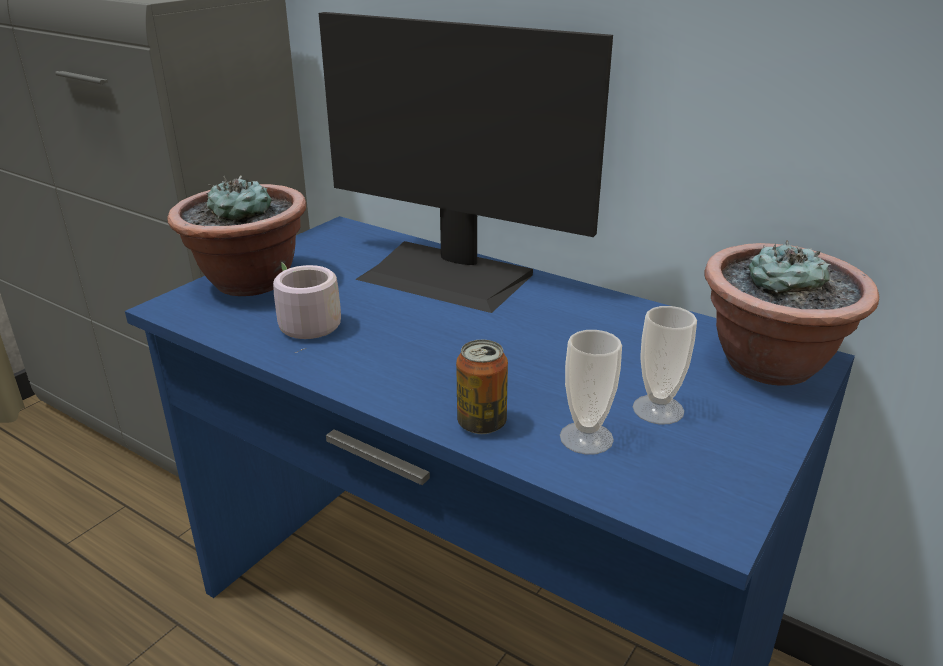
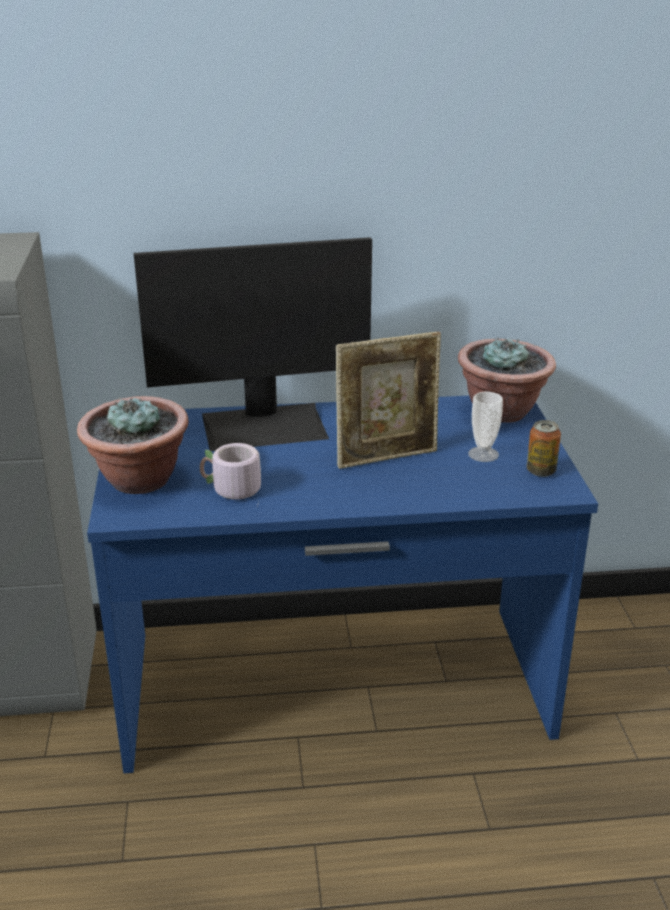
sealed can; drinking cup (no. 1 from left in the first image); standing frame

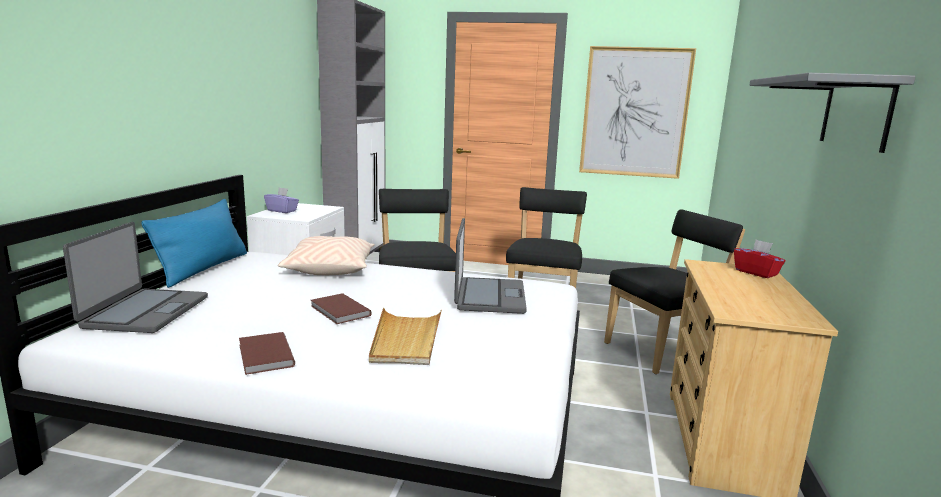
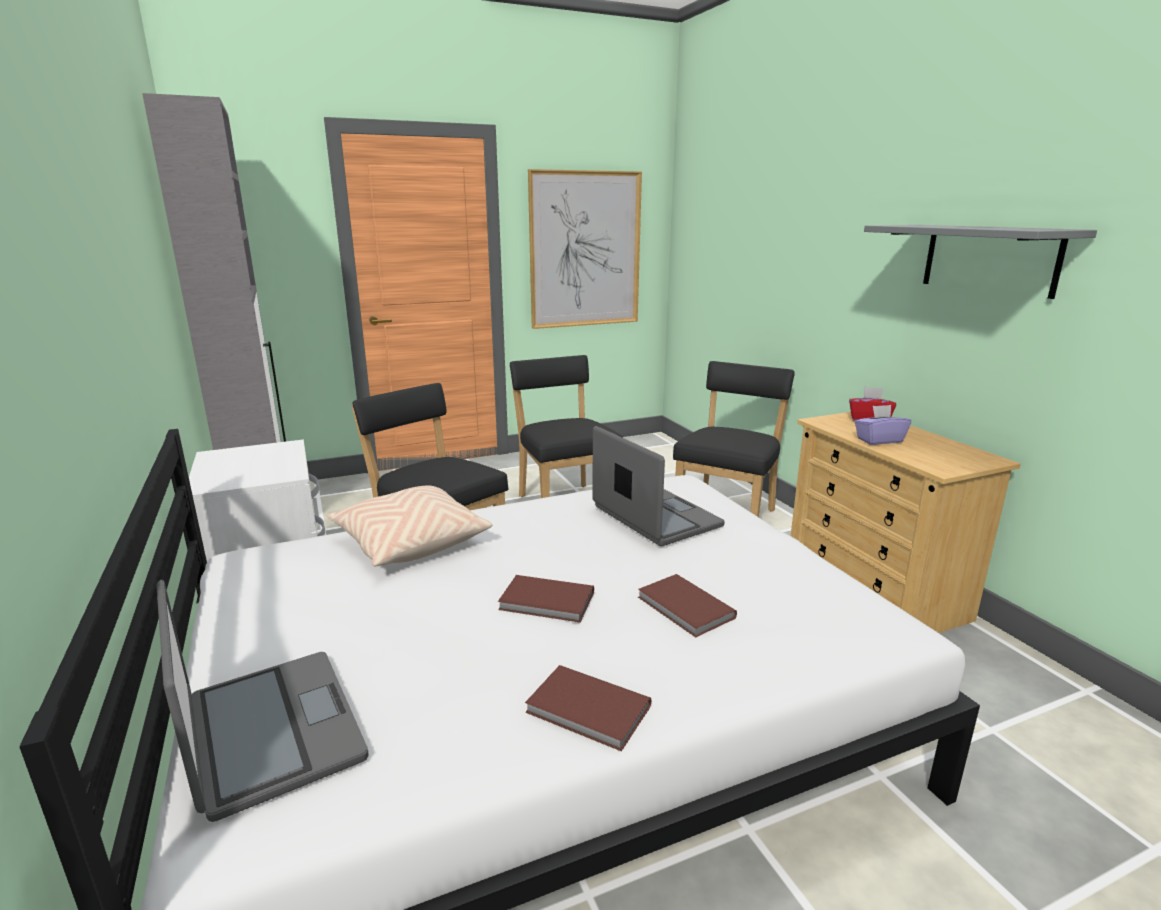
blue-coloured cushion; purple tissue holder; brownish volume (no. 3 from left)

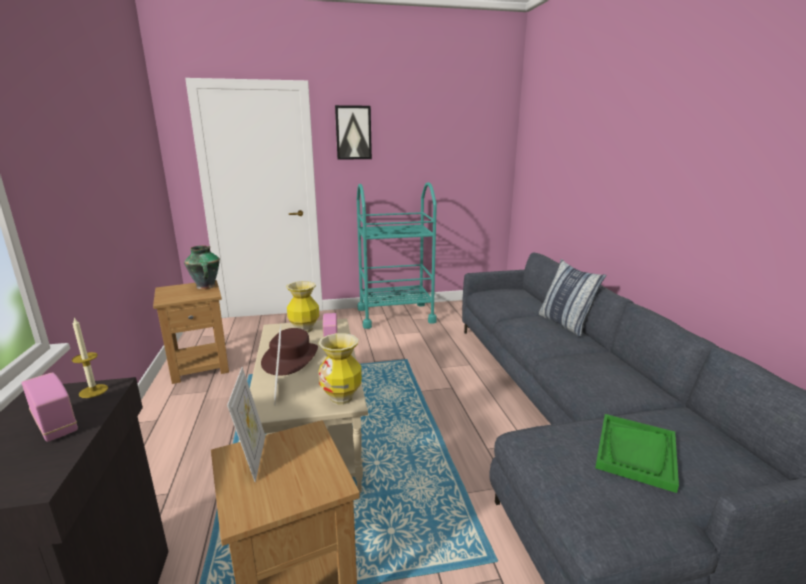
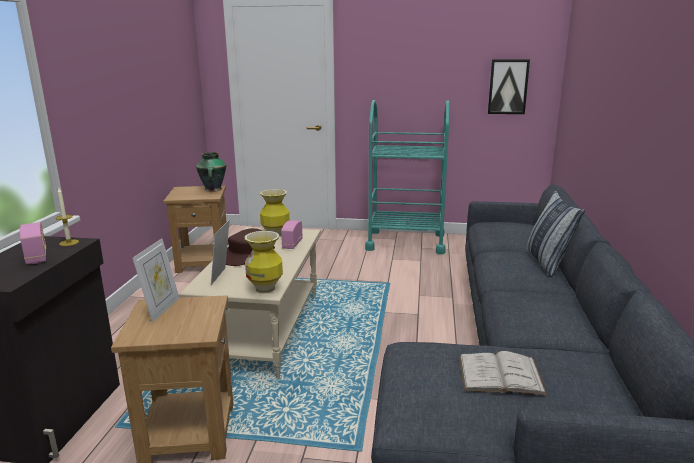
picture; white volume

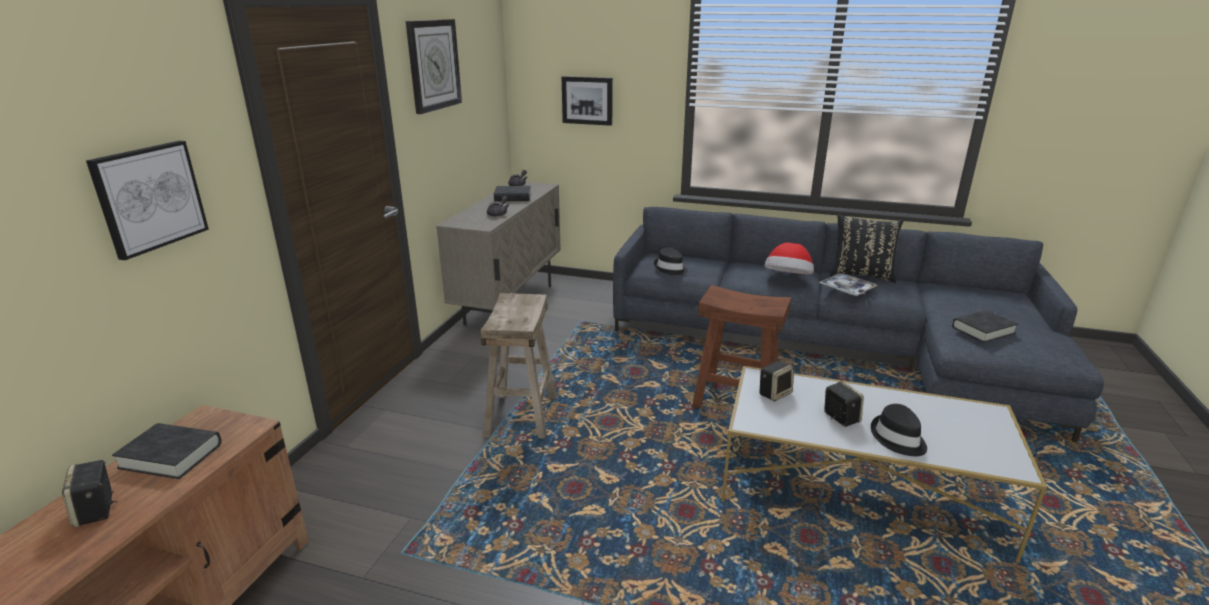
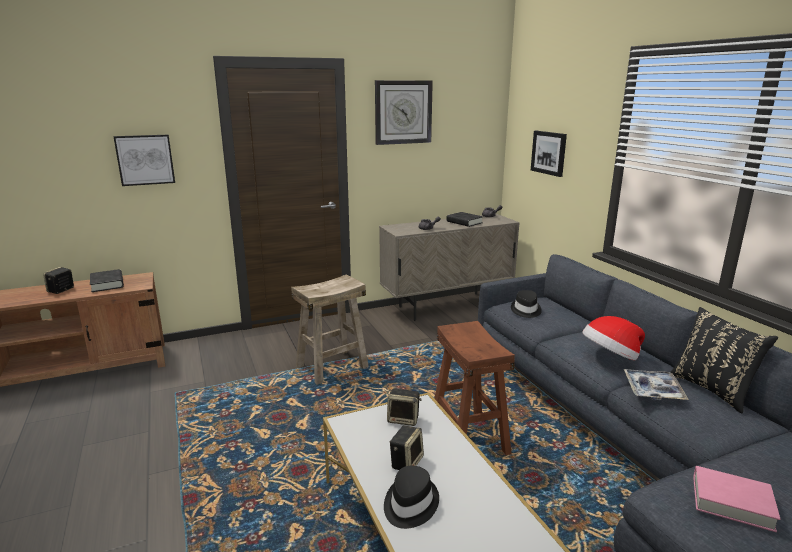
pink-coloured volume

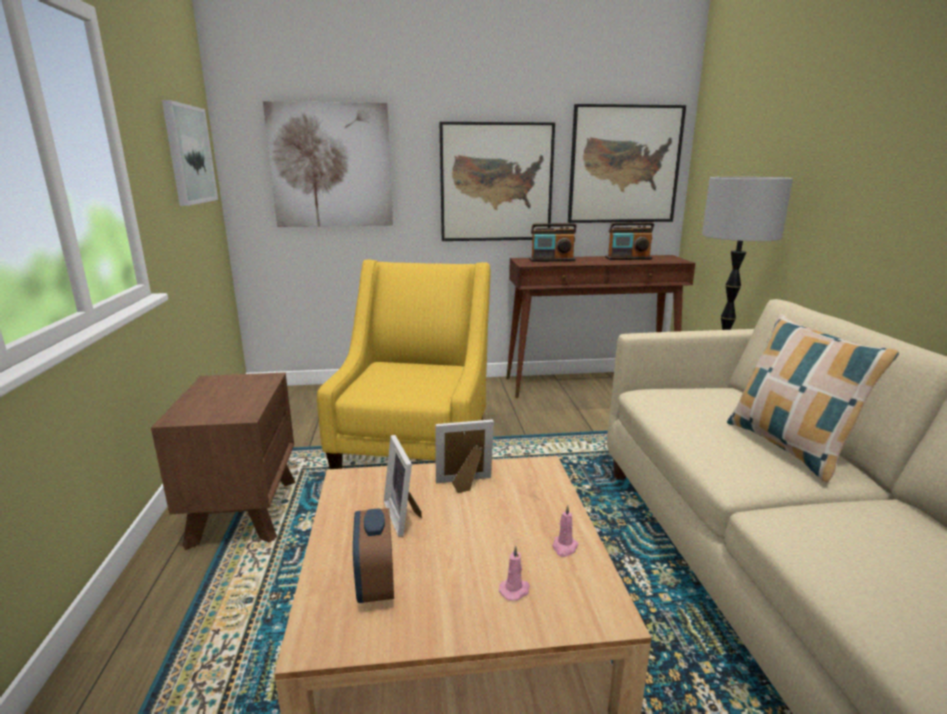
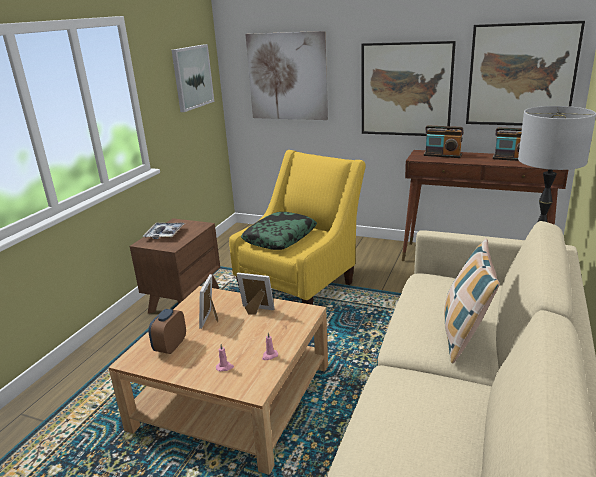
carrying tray; cushion (no. 1 from left)

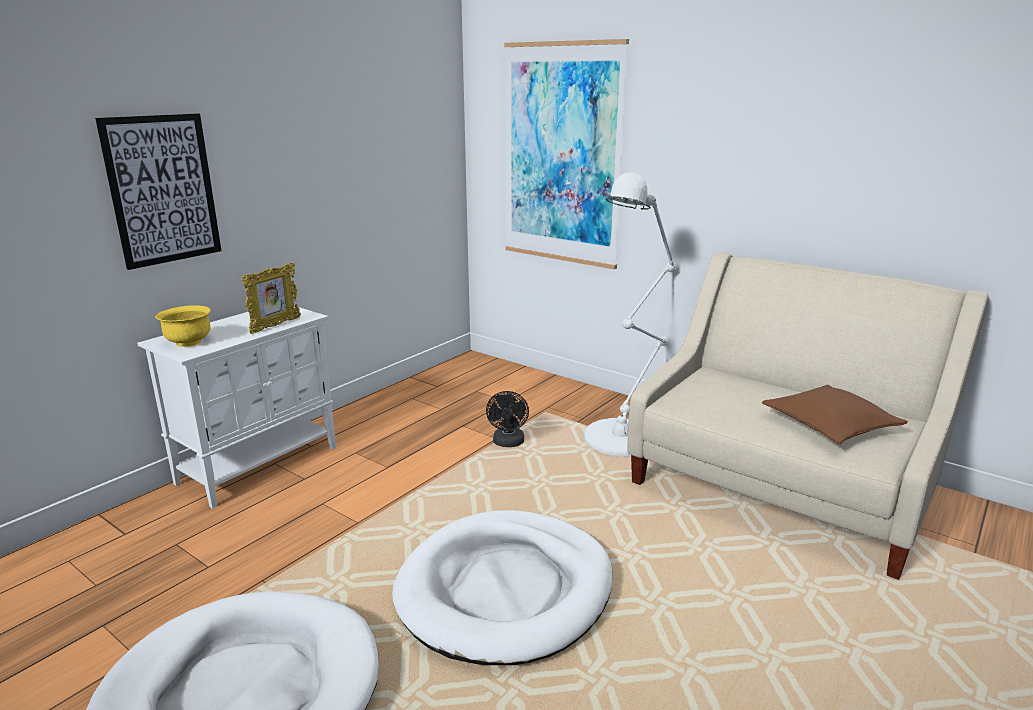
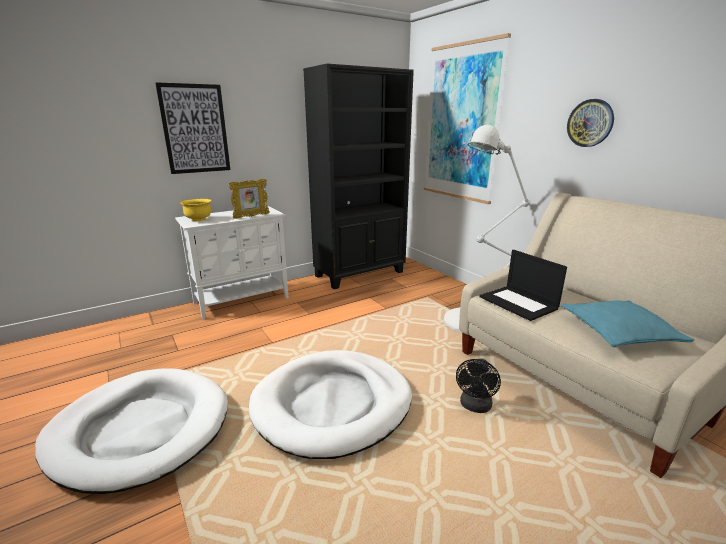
black-coloured fan; turquoise cushion; black-coloured bookshelf; notebook computer; hanging clock

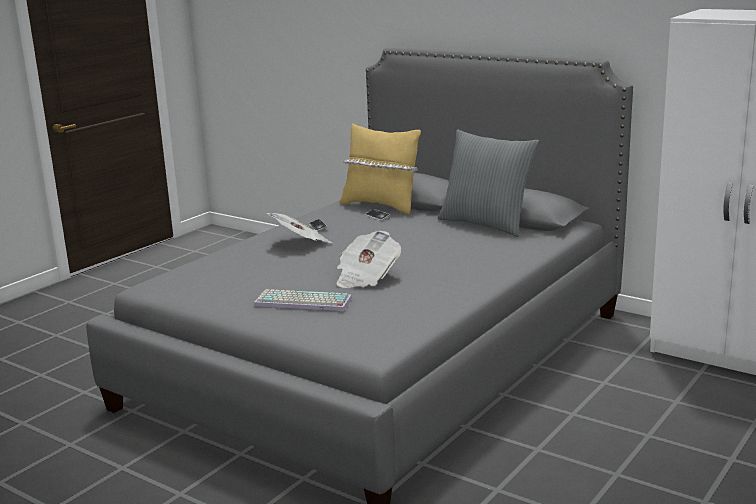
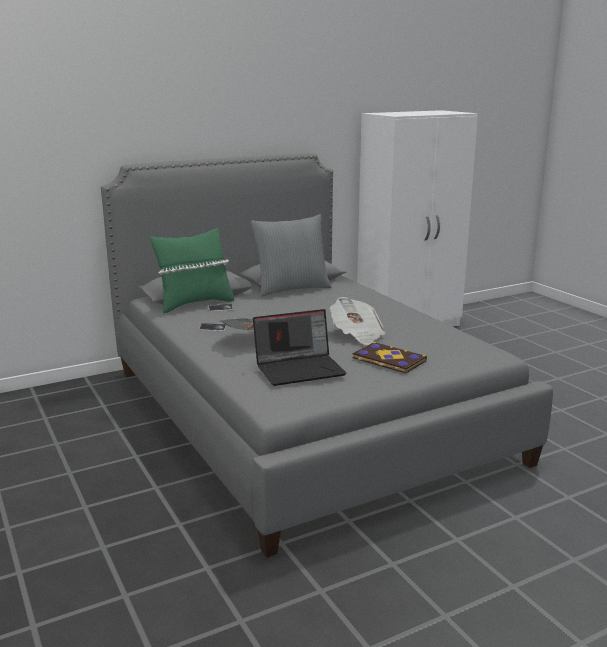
volume; green cushion; notebook computer

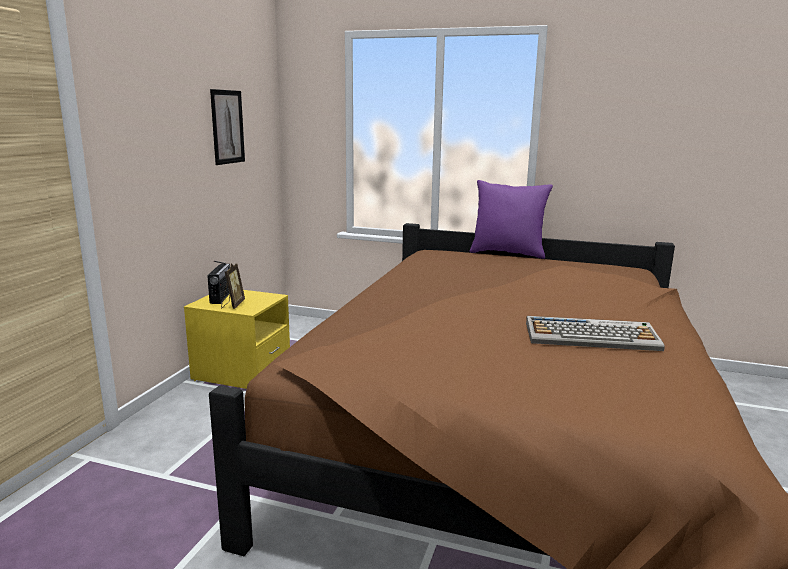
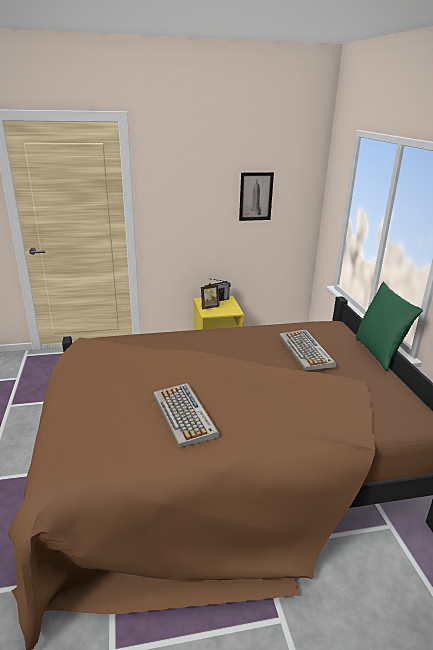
green cushion; PC keyboard (no. 2 from left)

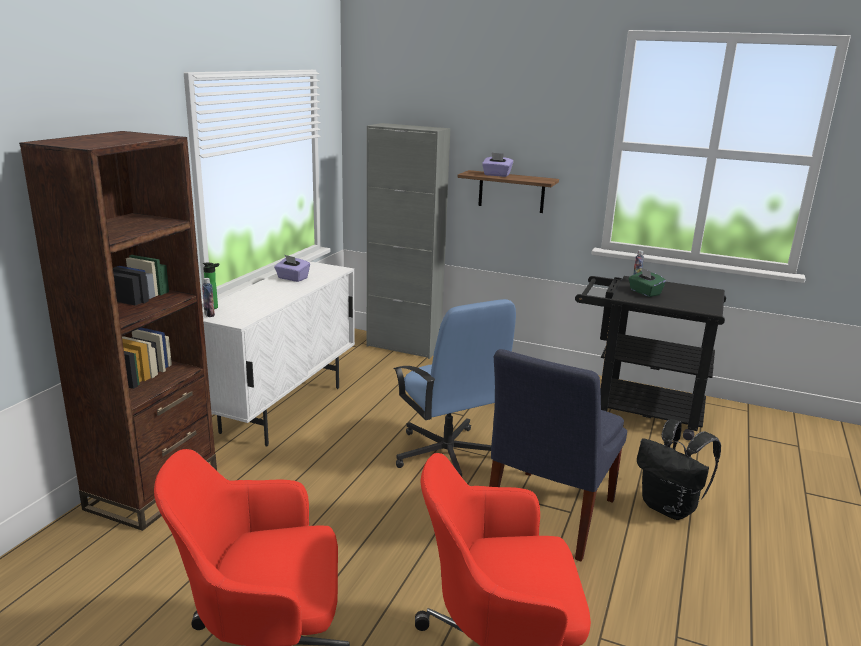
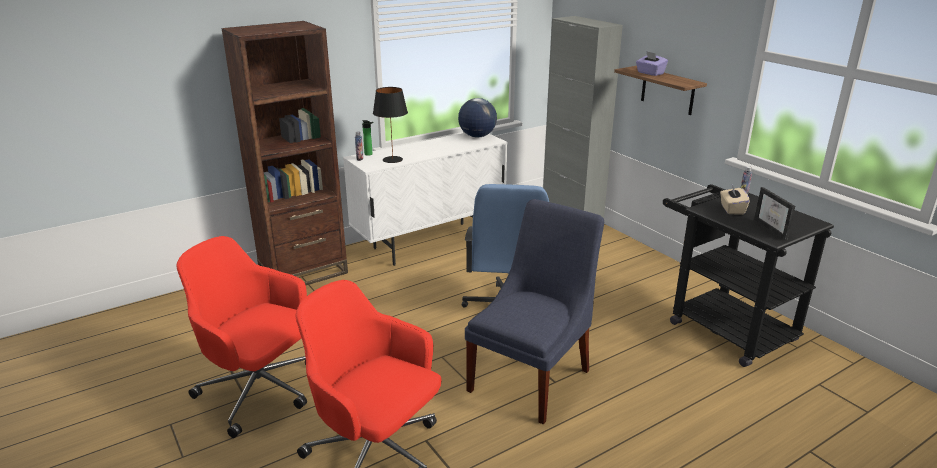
purple tissue holder (no. 1 from left in the first image); blue-coloured chair; beige tissue holder; black-coloured knapsack; black-coloured lamp for a table; desk globe; standing frame

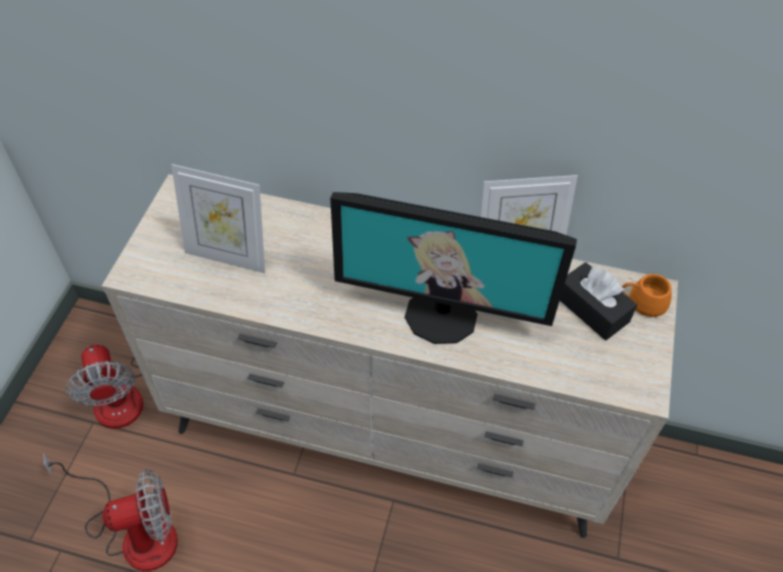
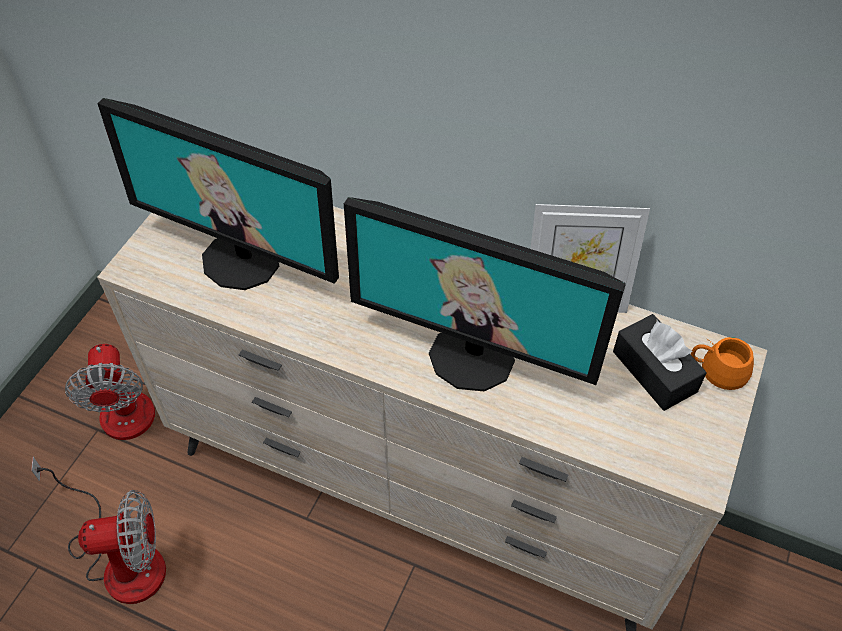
monitor (no. 1 from left)

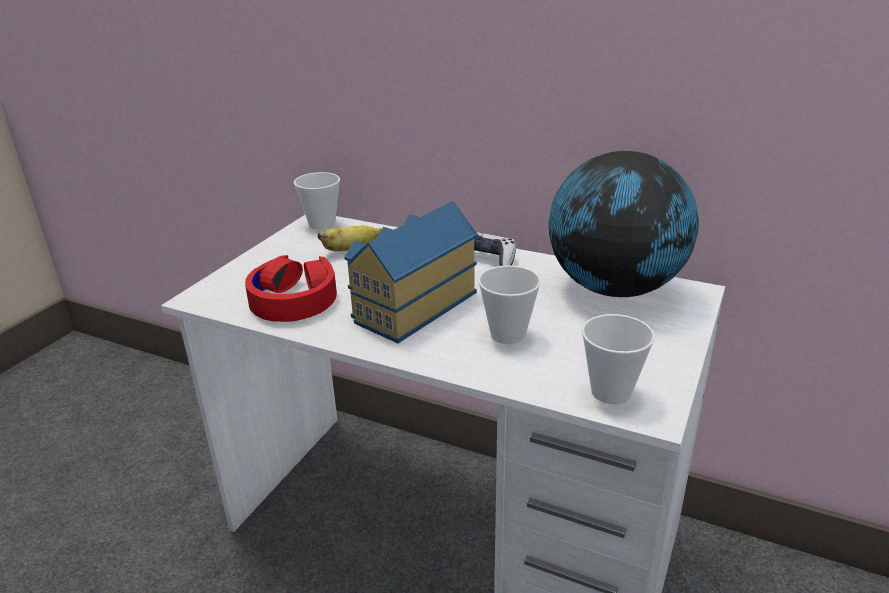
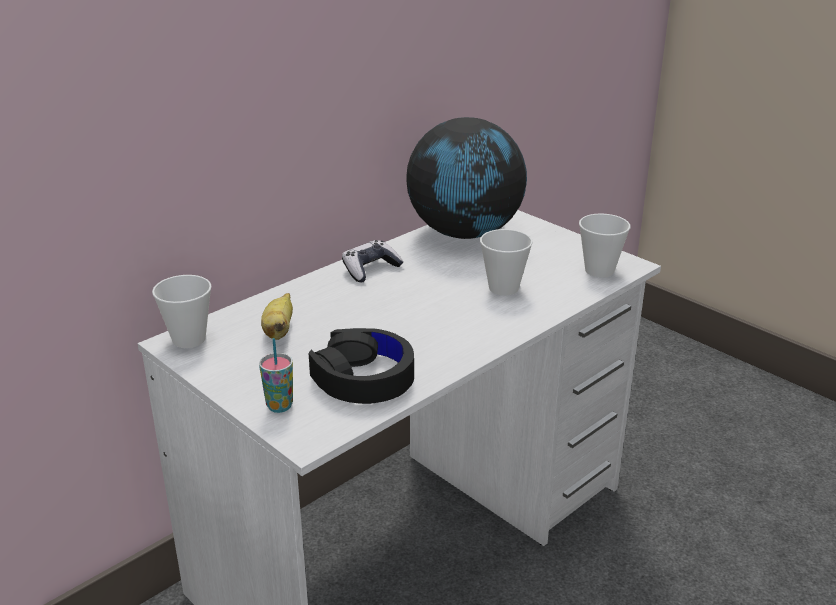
black-coloured headphones; model house; drinking cup (no. 2 from left)

